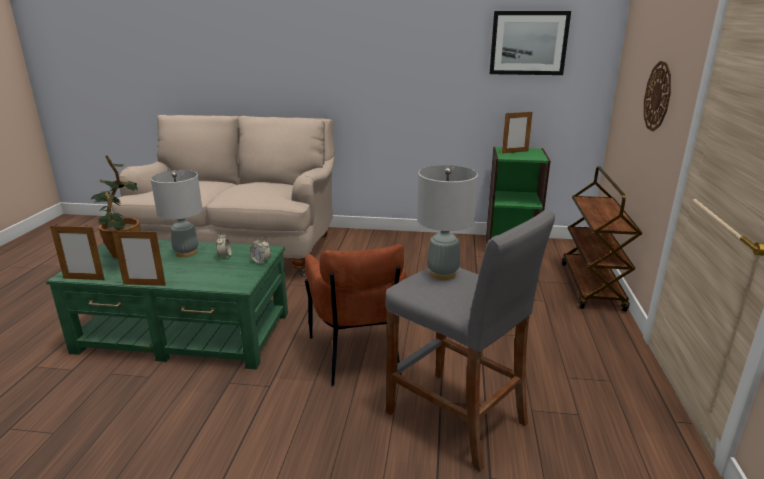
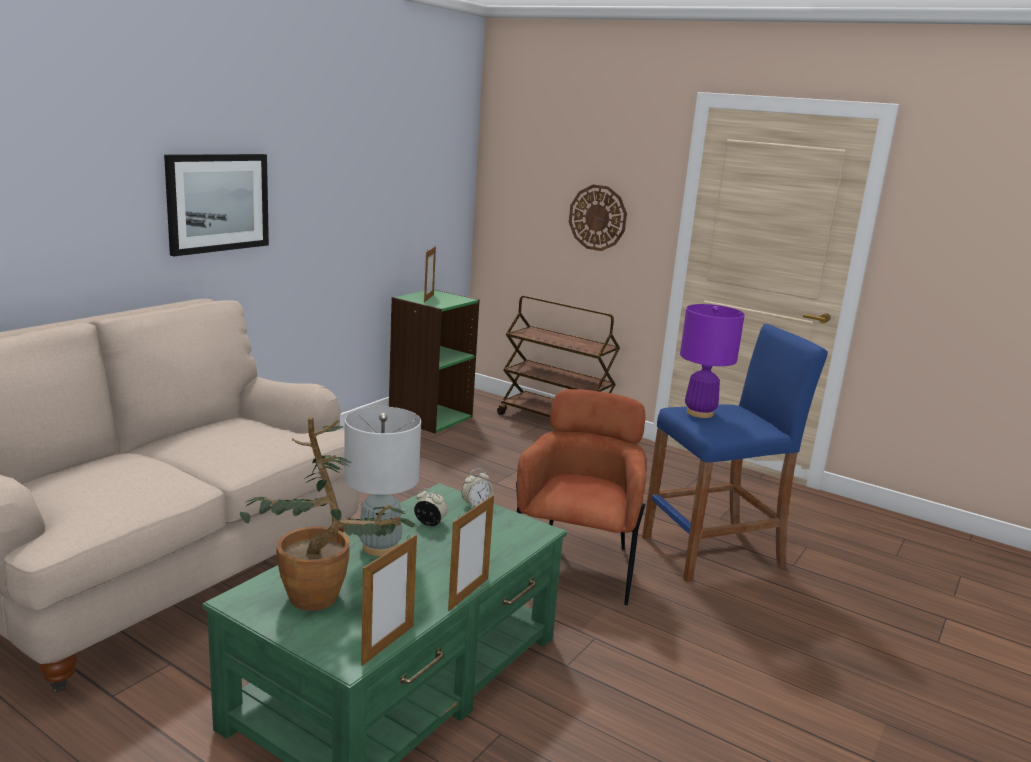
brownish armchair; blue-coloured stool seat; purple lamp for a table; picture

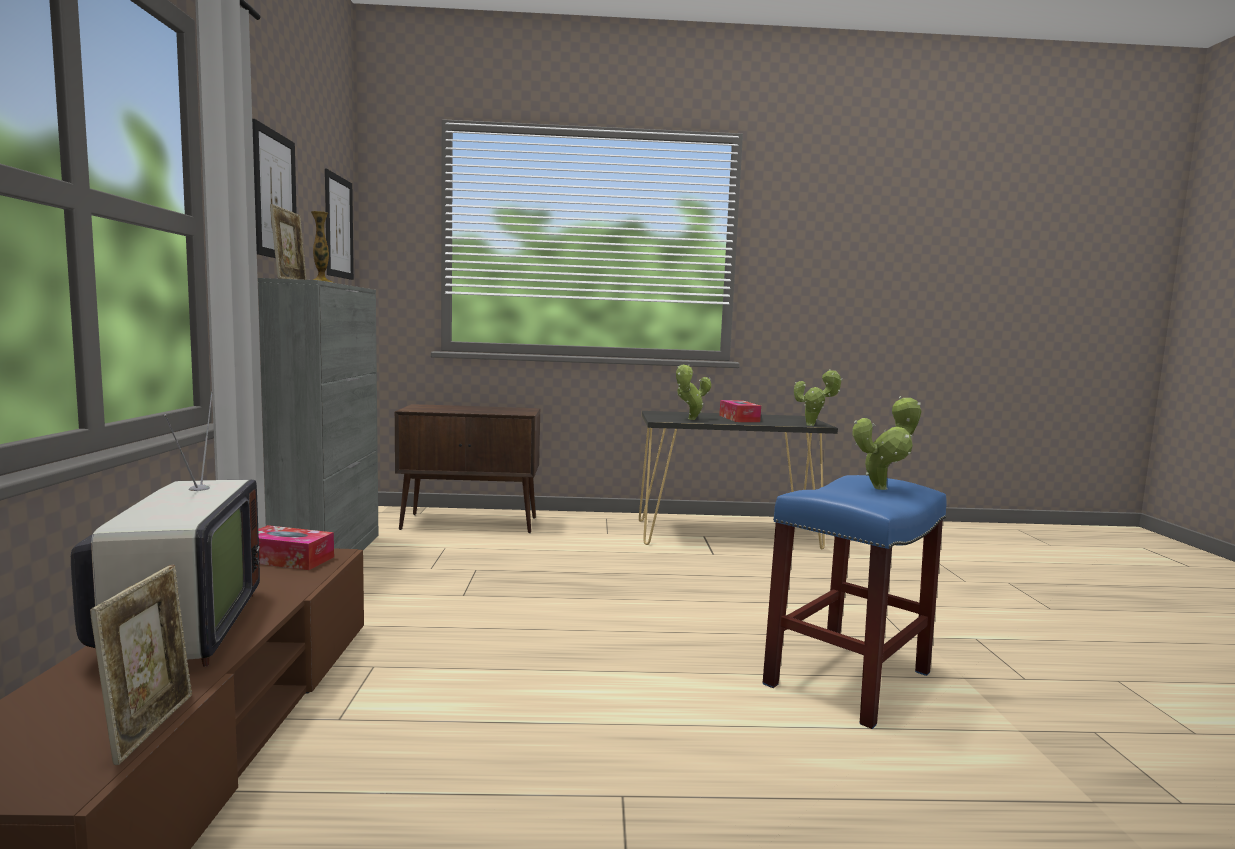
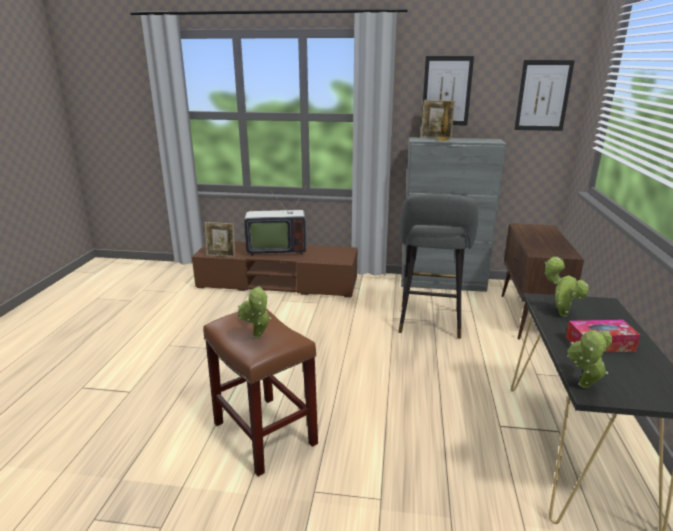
tissue holder (no. 1 from left in the first image); brownish stool seat; gray stool seat

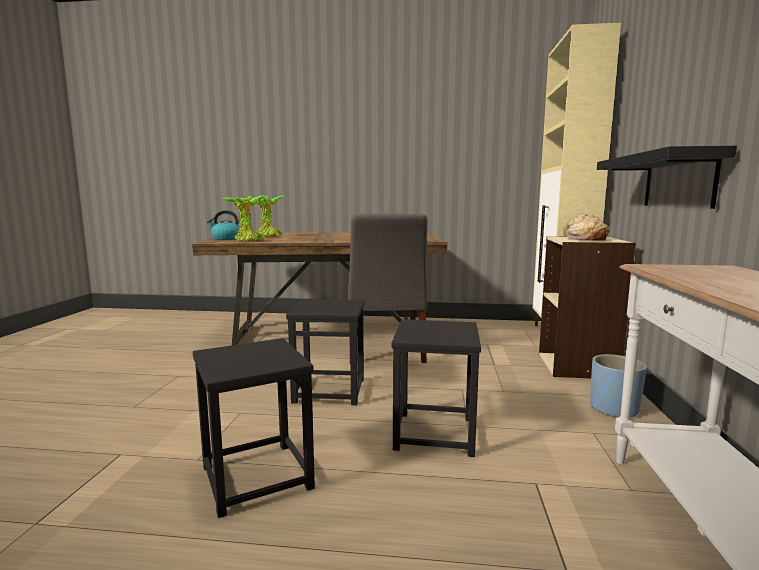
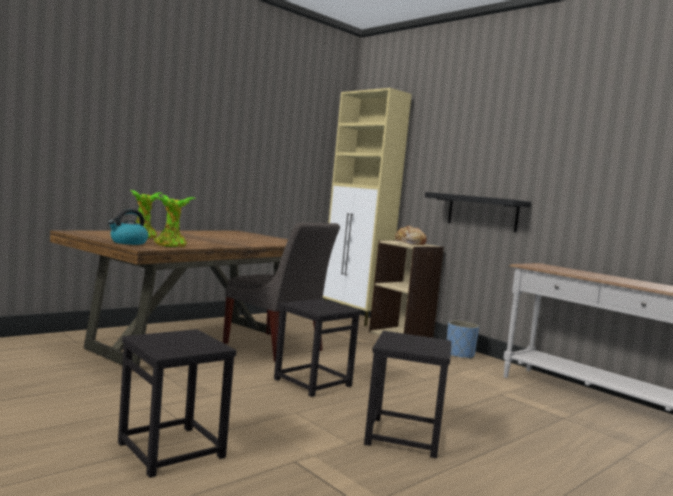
black-coloured stool seat (no. 1 from left)

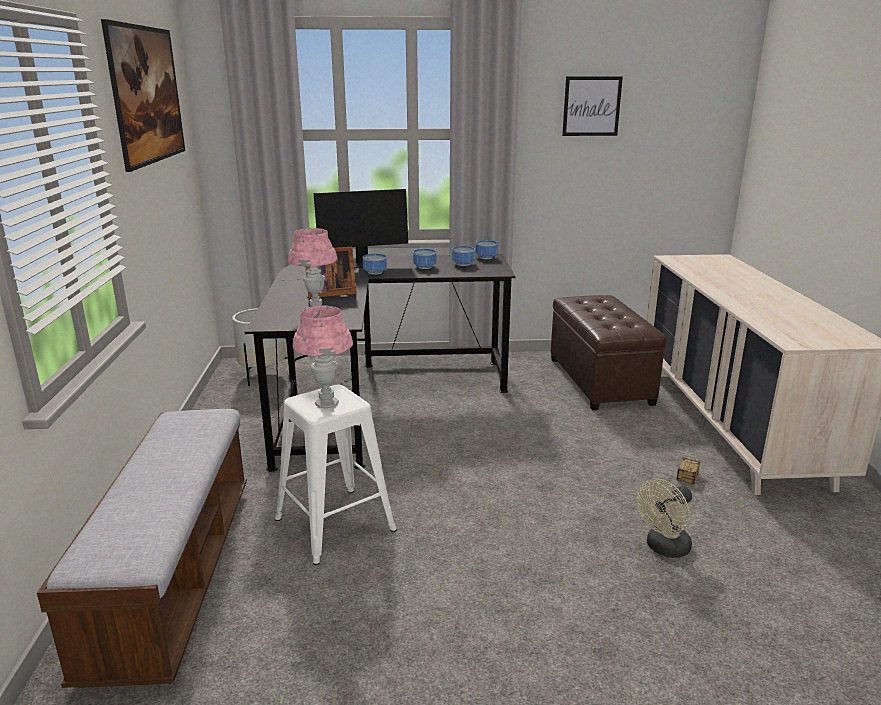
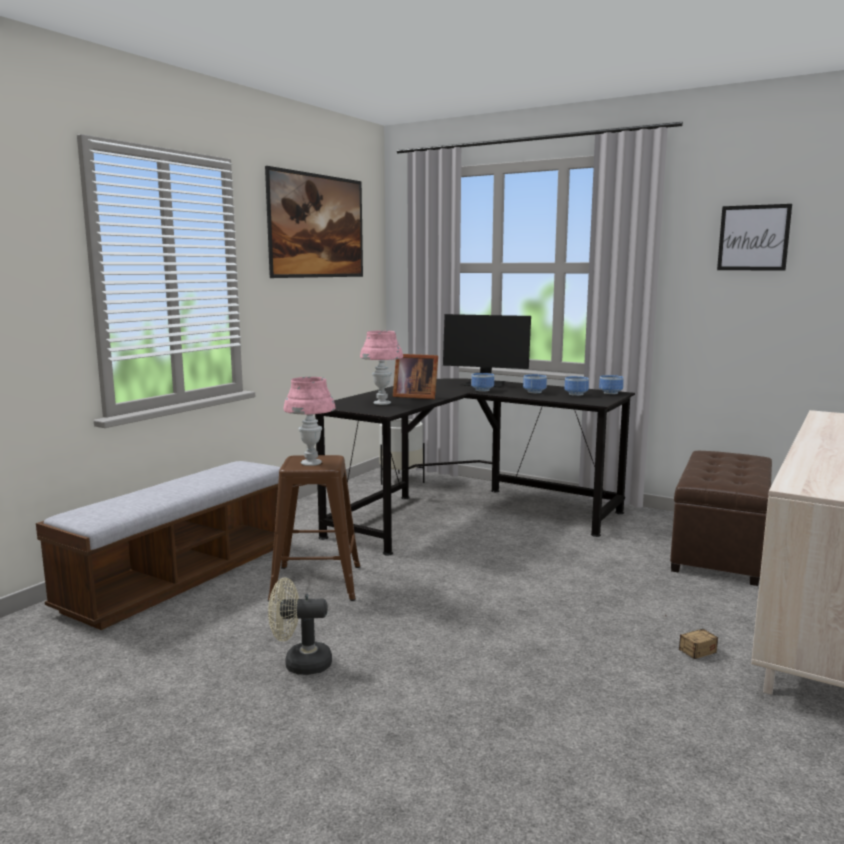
brownish stool seat; beige fan

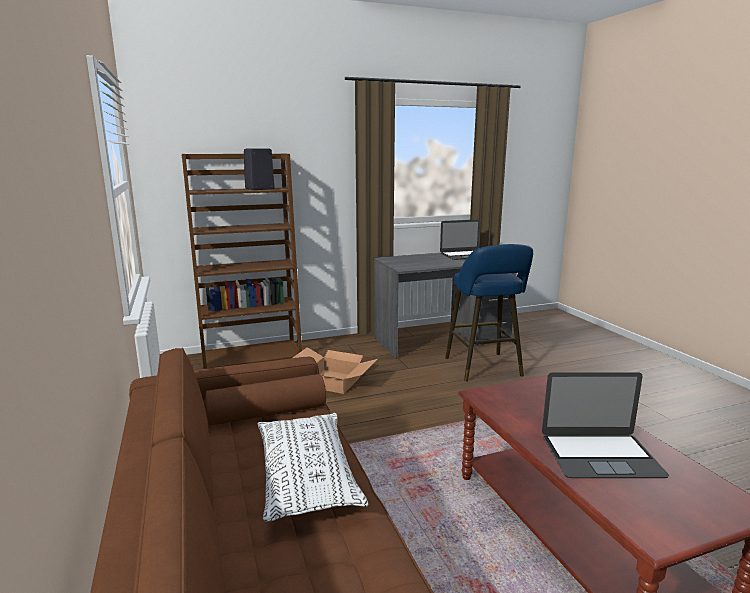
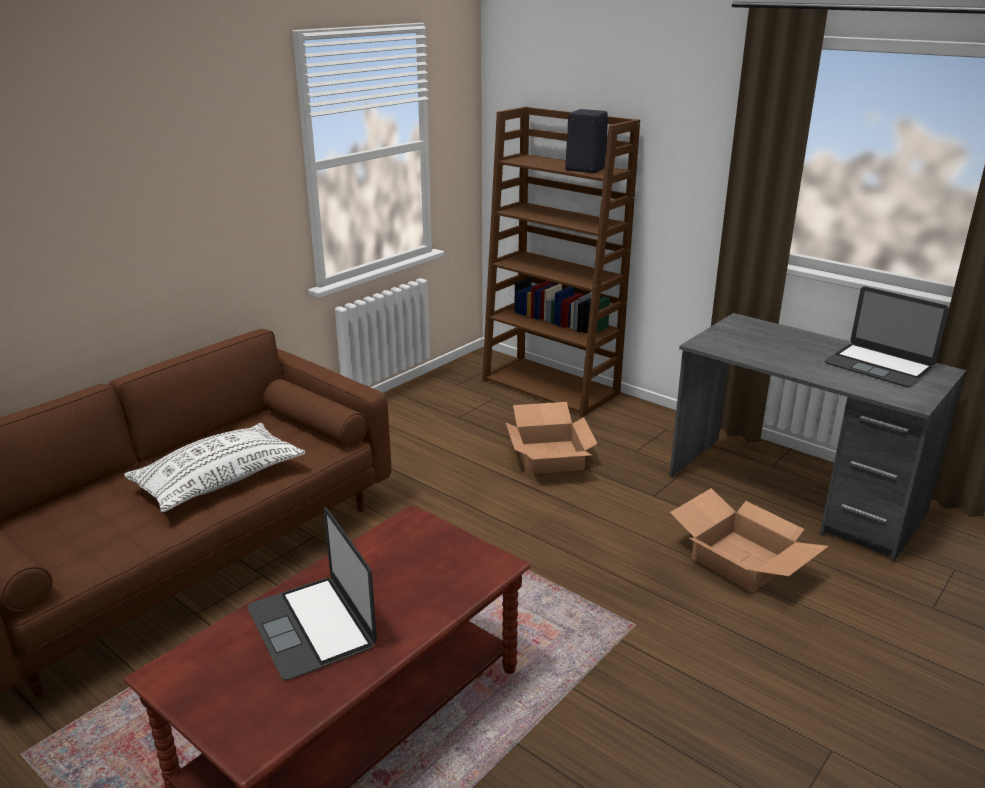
cardboard box (no. 2 from left)

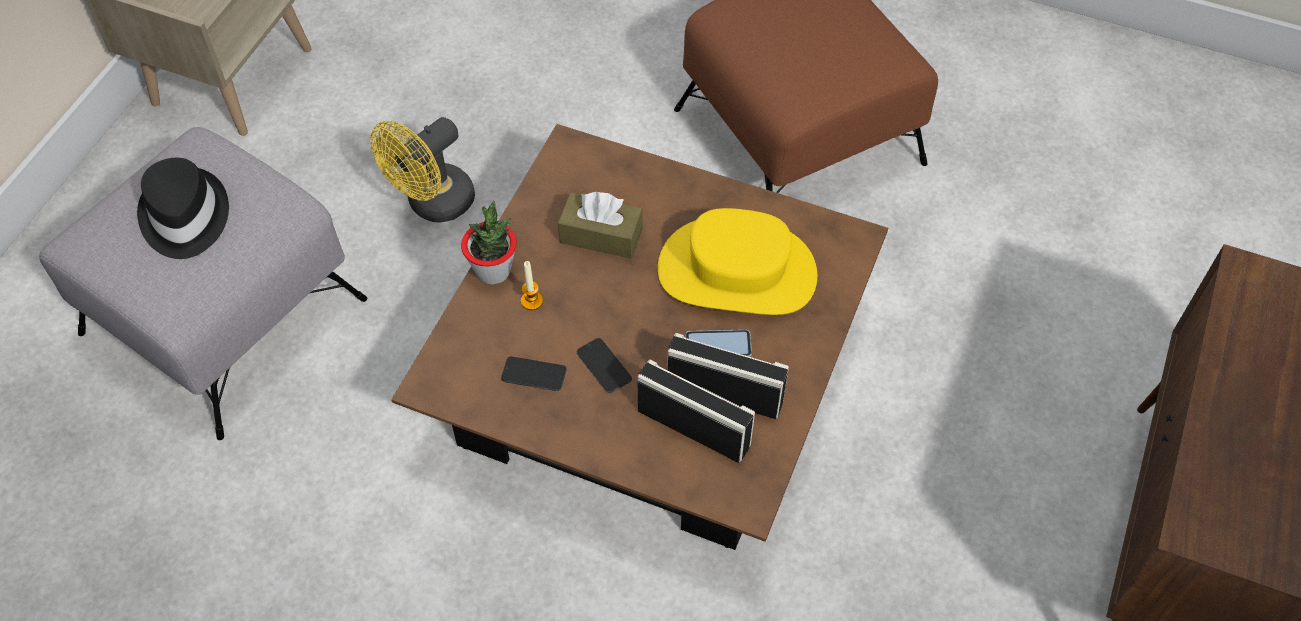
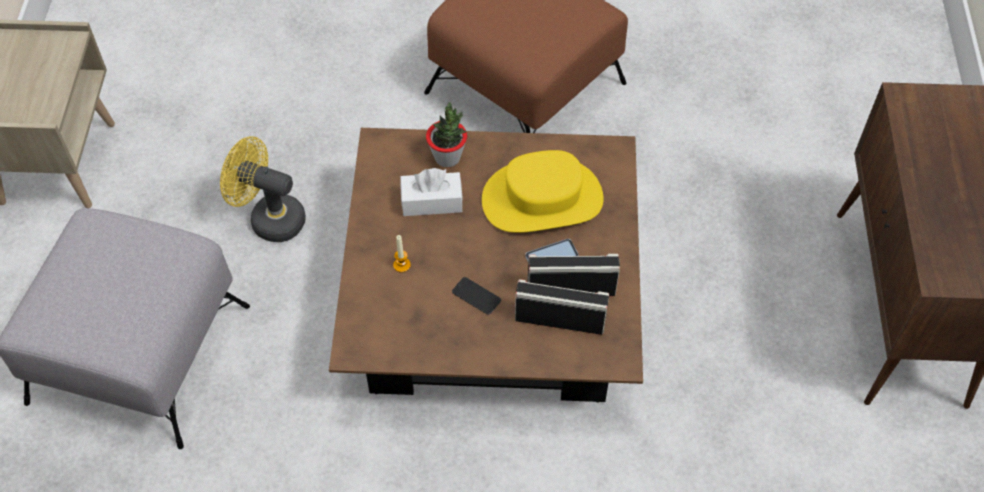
black-coloured clothing hat; yellowish fan; houseplant; handset (no. 1 from left in the first image); white tissue holder

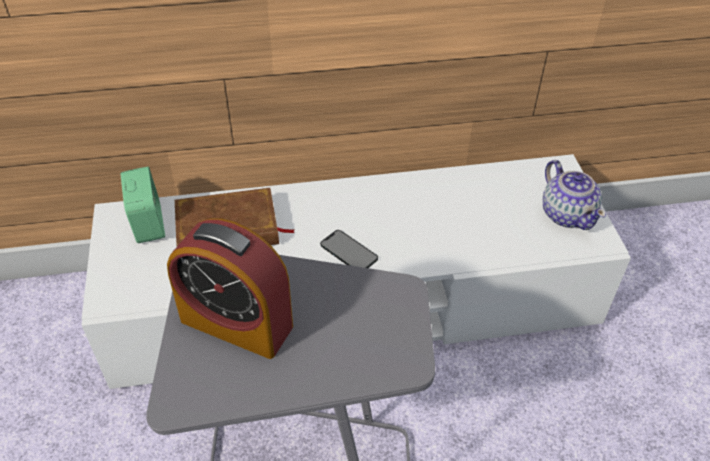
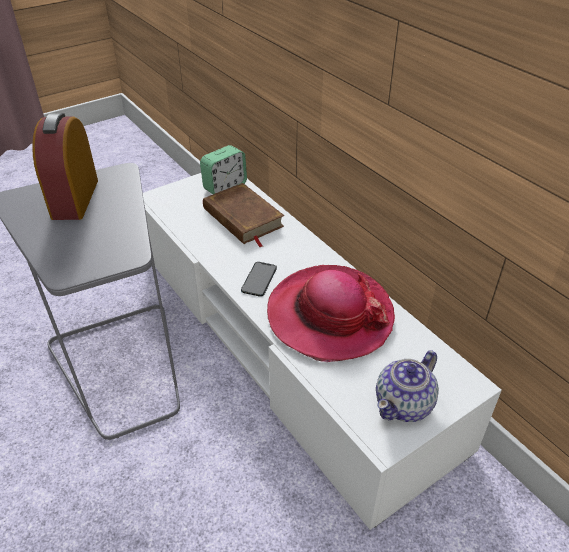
clothing hat

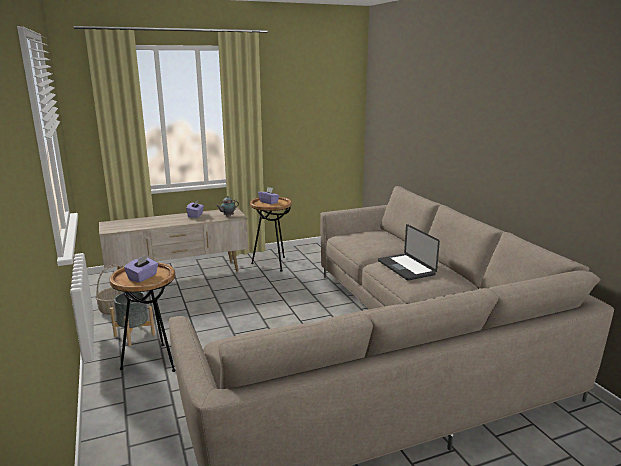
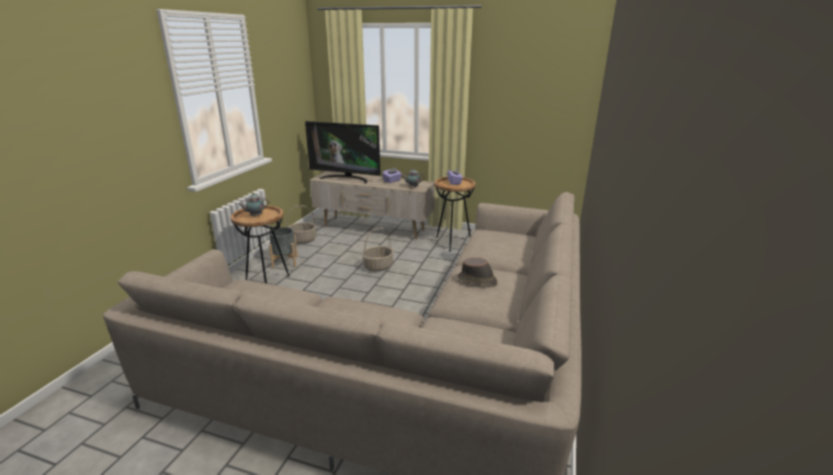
pot for tea (no. 1 from left); brownish clothing hat; TV set; basket (no. 2 from left)

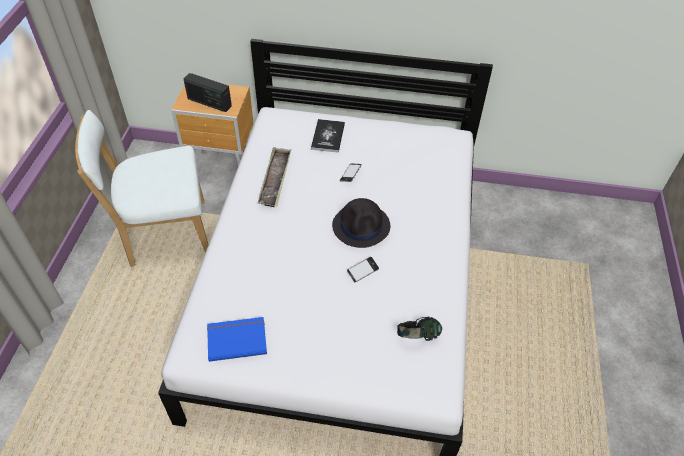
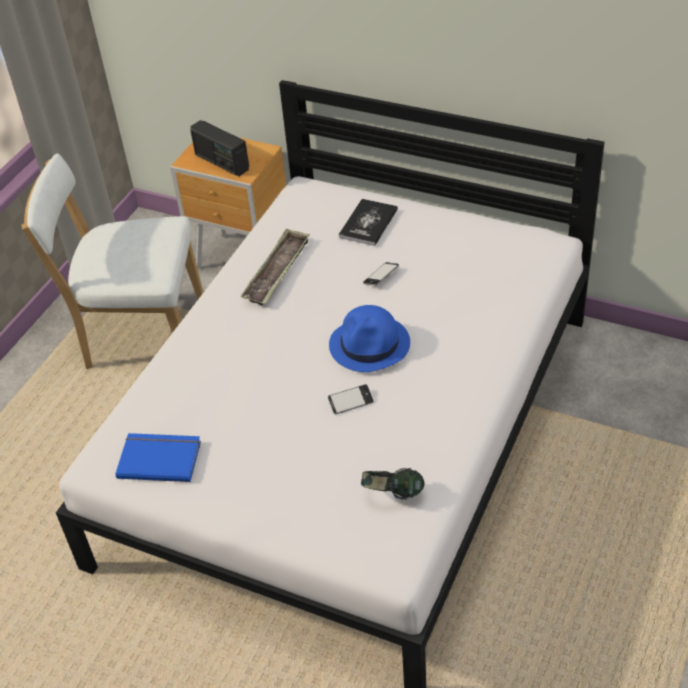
blue-coloured clothing hat

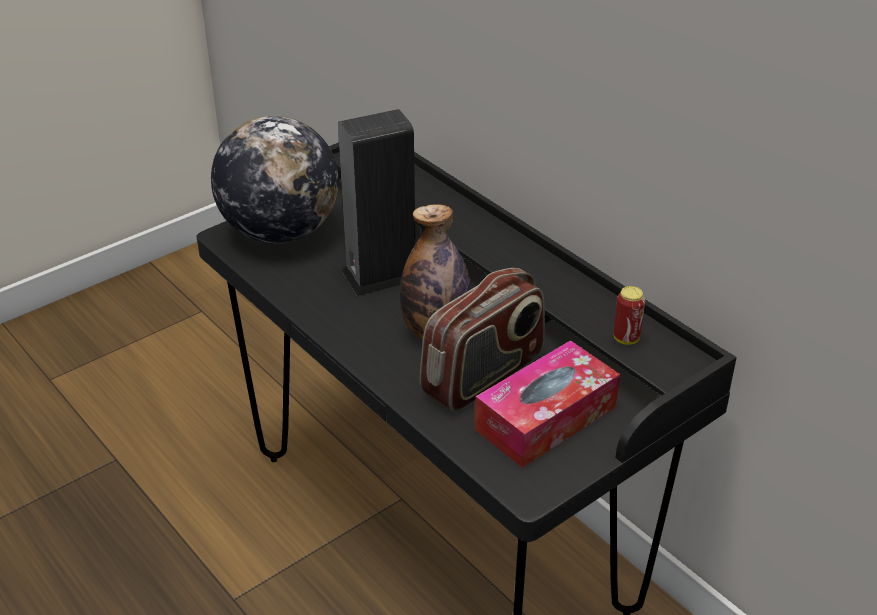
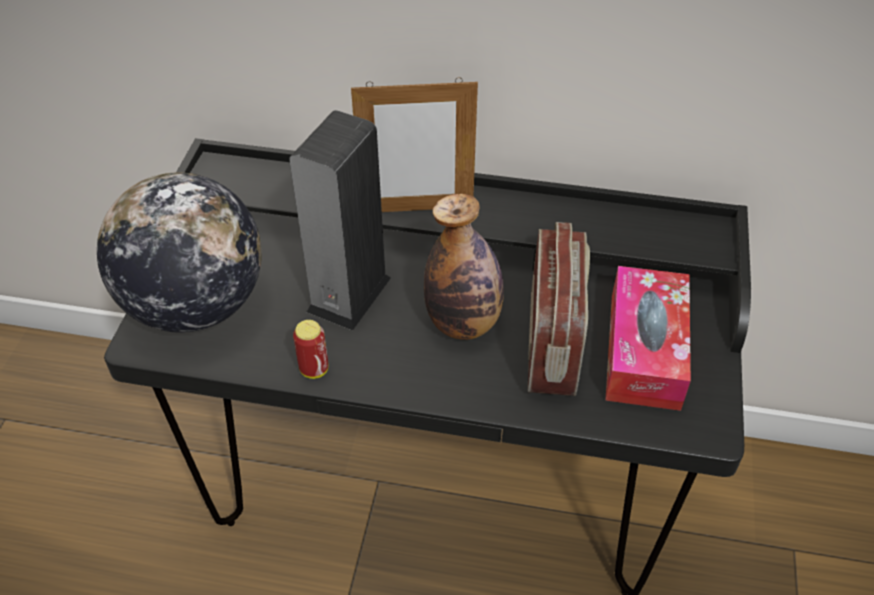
sealed can; standing frame

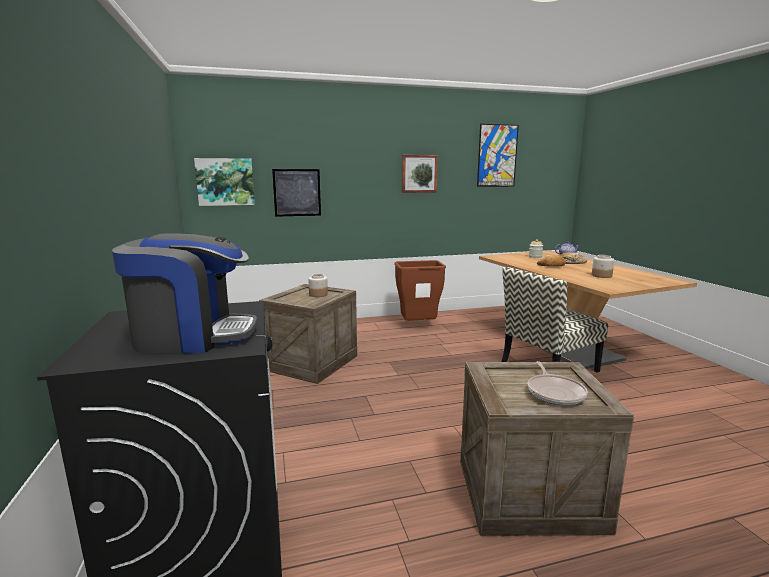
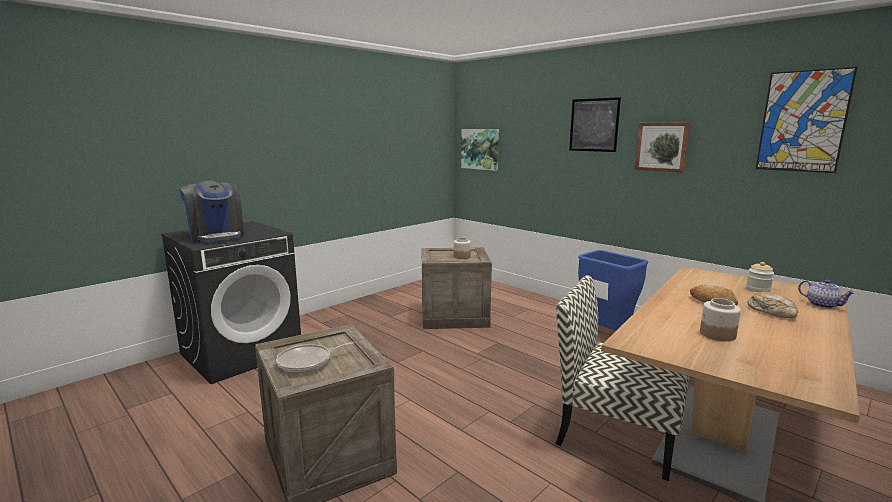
picture (no. 2 from left); blue-coloured rubbish bin

